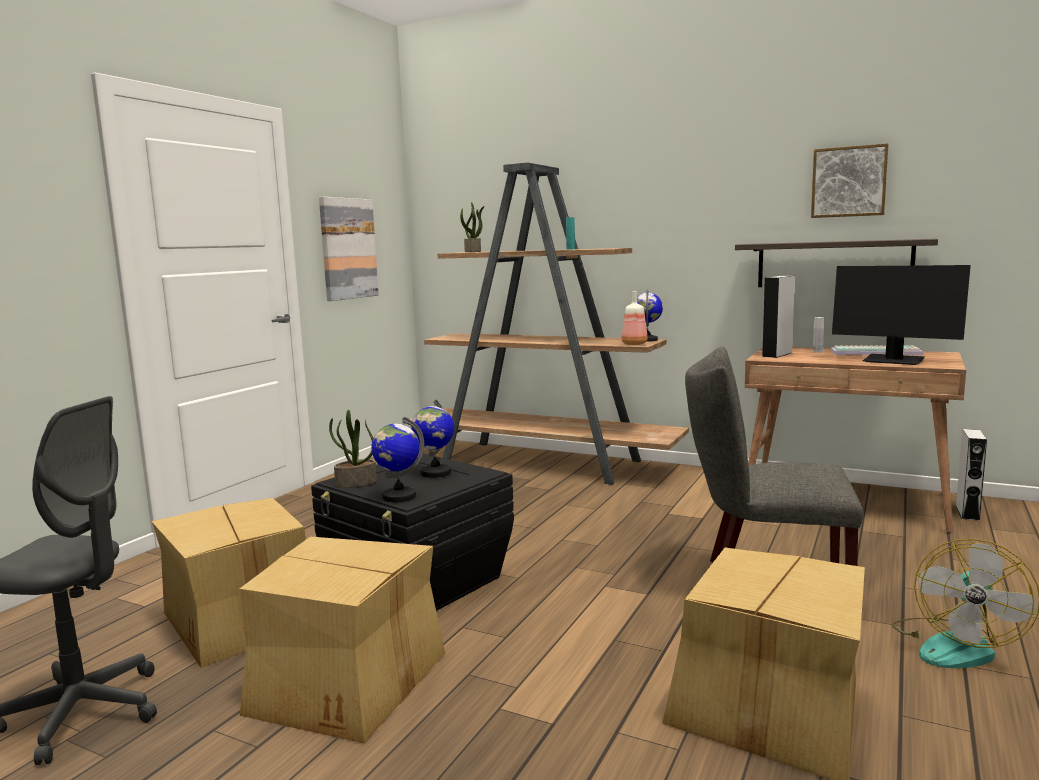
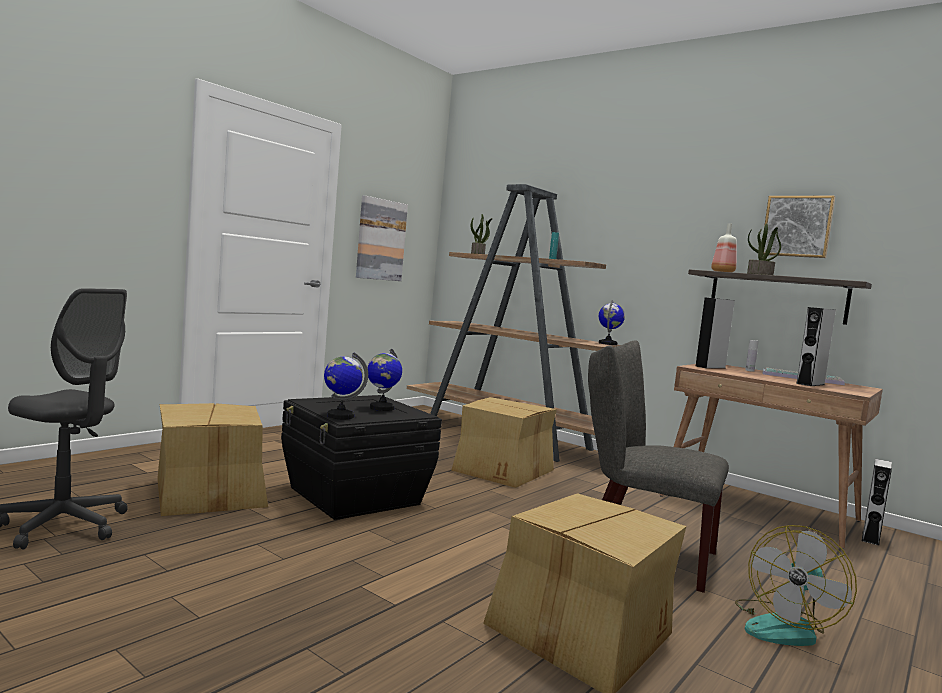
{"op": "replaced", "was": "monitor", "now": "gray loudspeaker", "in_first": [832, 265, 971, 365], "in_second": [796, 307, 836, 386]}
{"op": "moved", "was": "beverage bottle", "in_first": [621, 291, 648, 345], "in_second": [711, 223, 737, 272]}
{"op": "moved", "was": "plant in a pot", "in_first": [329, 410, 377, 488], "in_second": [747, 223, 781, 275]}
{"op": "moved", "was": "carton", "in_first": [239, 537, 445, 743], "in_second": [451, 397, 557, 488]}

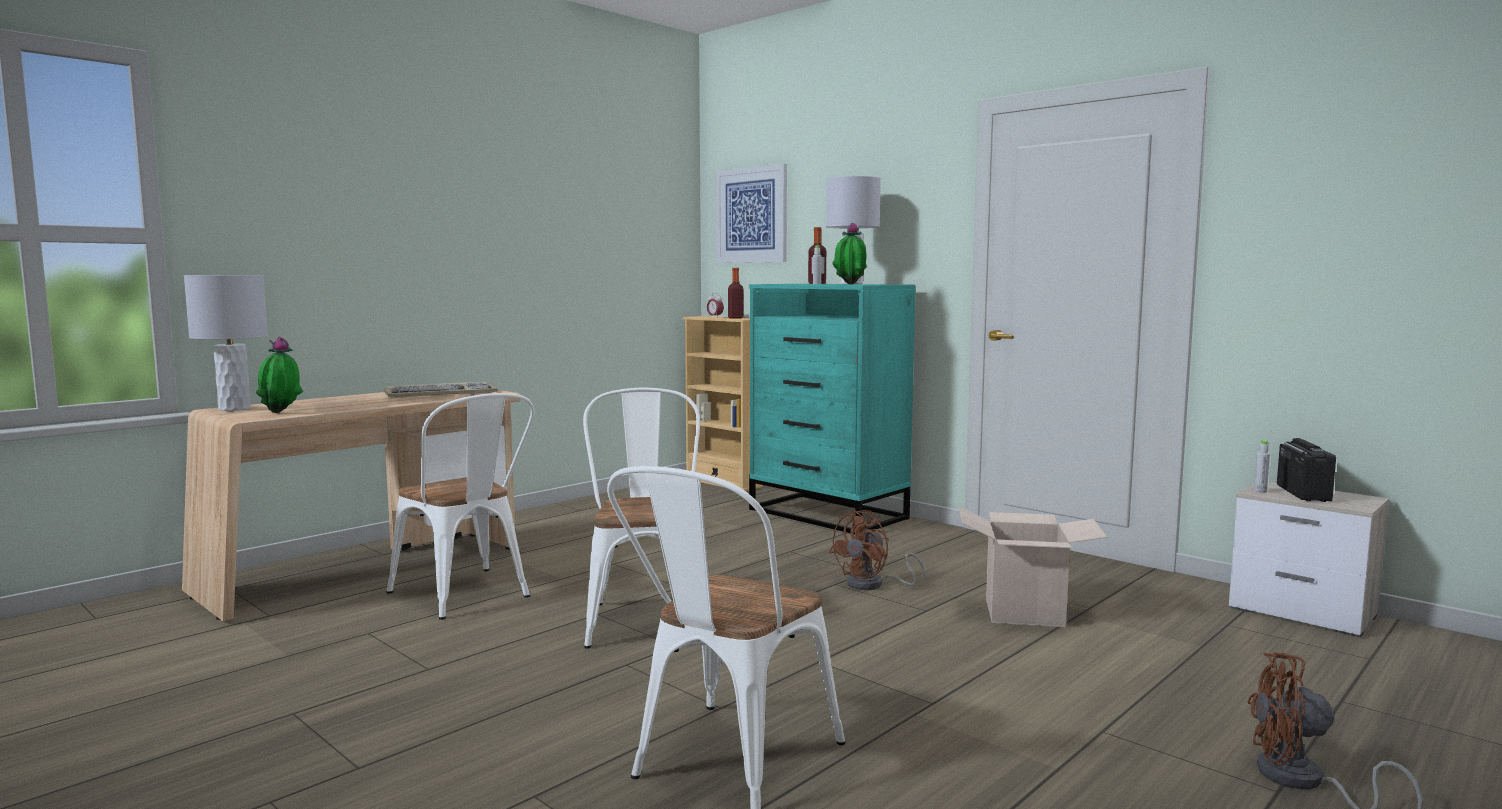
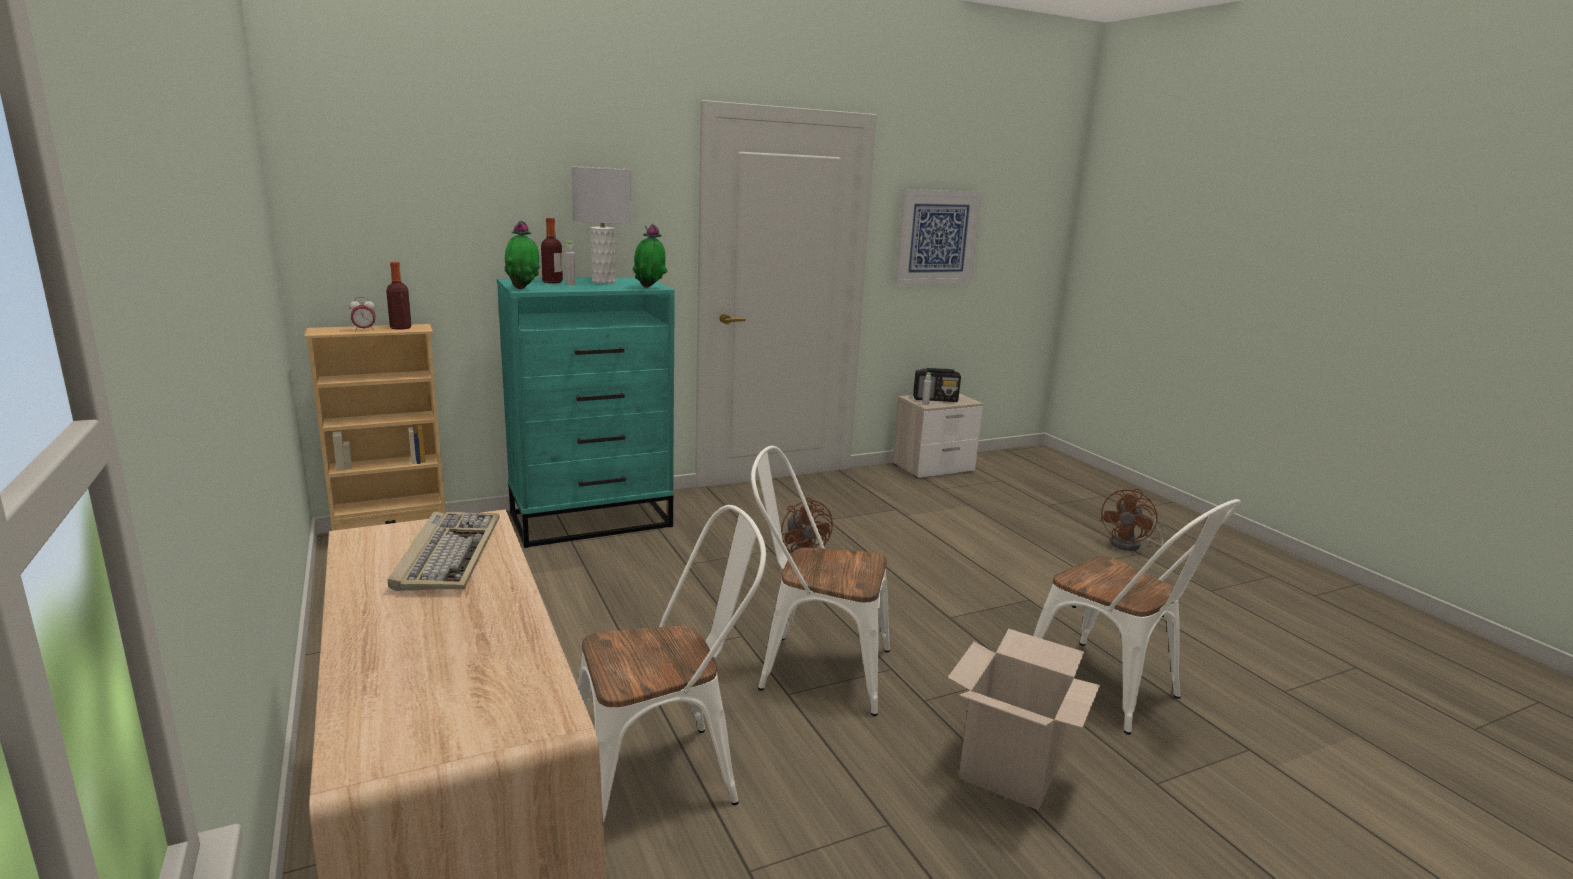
{"op": "moved", "was": "wall picture", "in_first": [716, 164, 787, 263], "in_second": [895, 189, 982, 285]}
{"op": "removed", "was": "gray tabletop lamp", "in_first": [184, 275, 268, 411]}
{"op": "moved", "was": "plant in a pot", "in_first": [256, 337, 303, 413], "in_second": [504, 221, 540, 289]}
{"op": "turned", "was": "radio set", "in_first": [1277, 438, 1336, 502], "in_second": [913, 368, 961, 402], "clockwise": 150}
{"op": "moved", "was": "carton", "in_first": [959, 506, 1107, 627], "in_second": [948, 629, 1100, 810]}

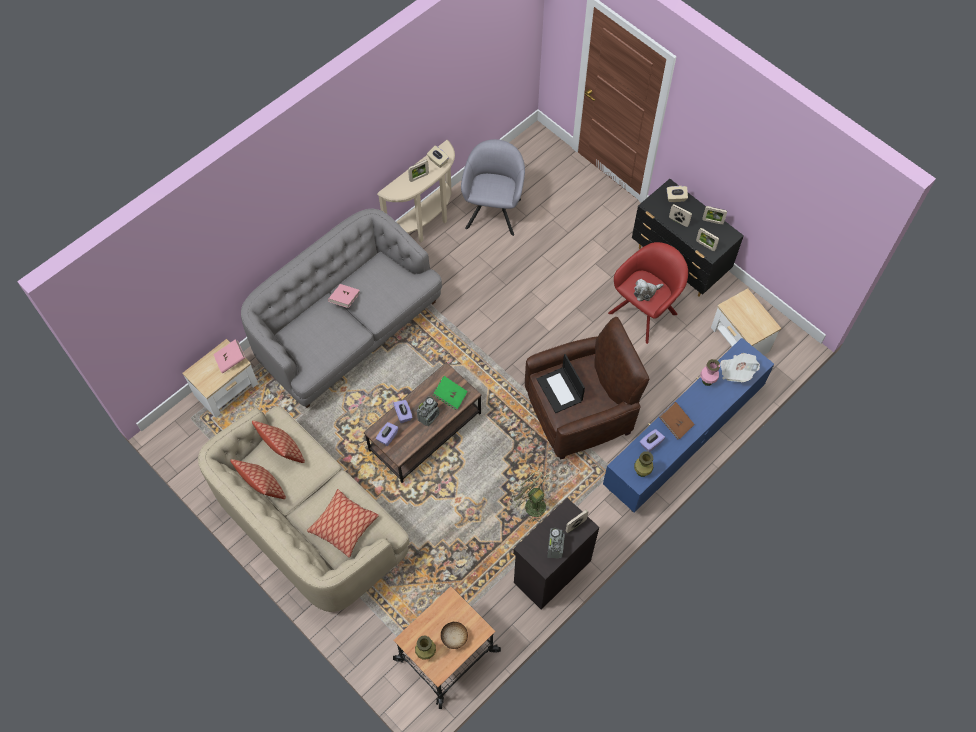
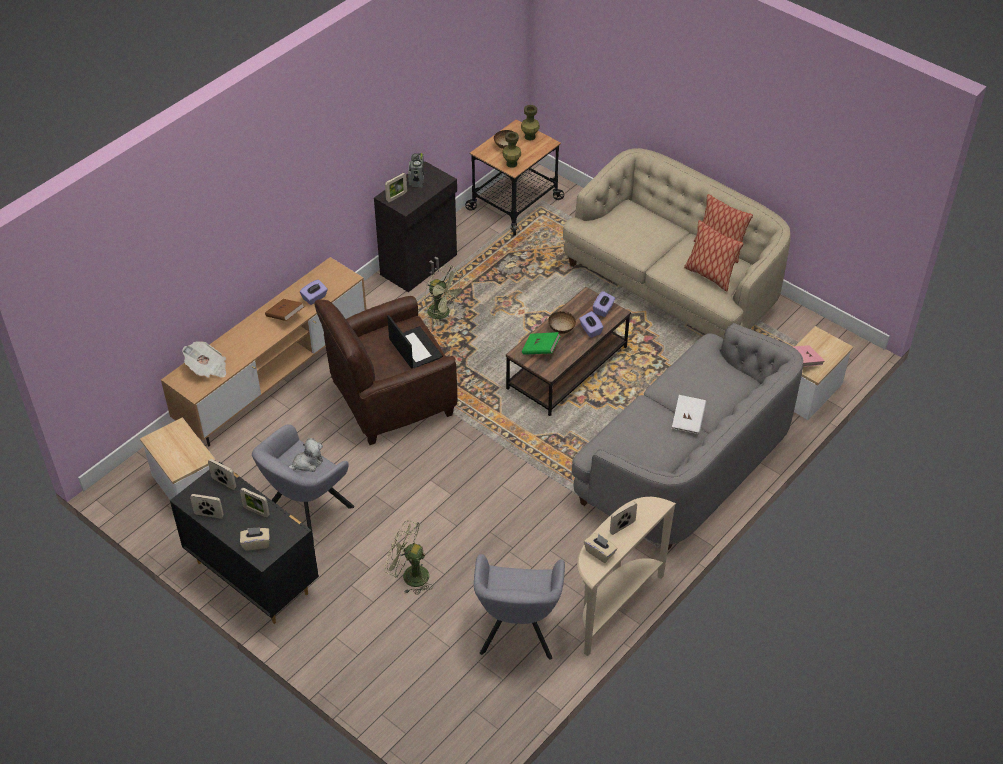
{"op": "recoloured", "was": "red-coloured easy chair", "now": "gray easy chair", "in_first": [608, 242, 688, 344], "in_second": [252, 424, 354, 543]}
{"op": "recoloured", "was": "pinkish bound book", "now": "whitish bound book", "in_first": [328, 284, 360, 308], "in_second": [672, 395, 706, 434]}
{"op": "recoloured", "was": "blue-coloured tv unit", "now": "brown tv unit", "in_first": [603, 338, 774, 513], "in_second": [161, 257, 367, 447]}
{"op": "removed", "was": "pinkish flower vase", "in_first": [700, 359, 720, 386]}
{"op": "replaced", "was": "radio set", "now": "serving bowl", "in_first": [417, 397, 439, 426], "in_second": [548, 311, 576, 334]}
{"op": "moved", "was": "greenish flower vase", "in_first": [634, 451, 653, 477], "in_second": [502, 132, 521, 168]}
{"op": "removed", "was": "cushion", "in_first": [307, 489, 379, 558]}
{"op": "added", "now": "greenish fan", "in_second": [385, 520, 433, 595]}

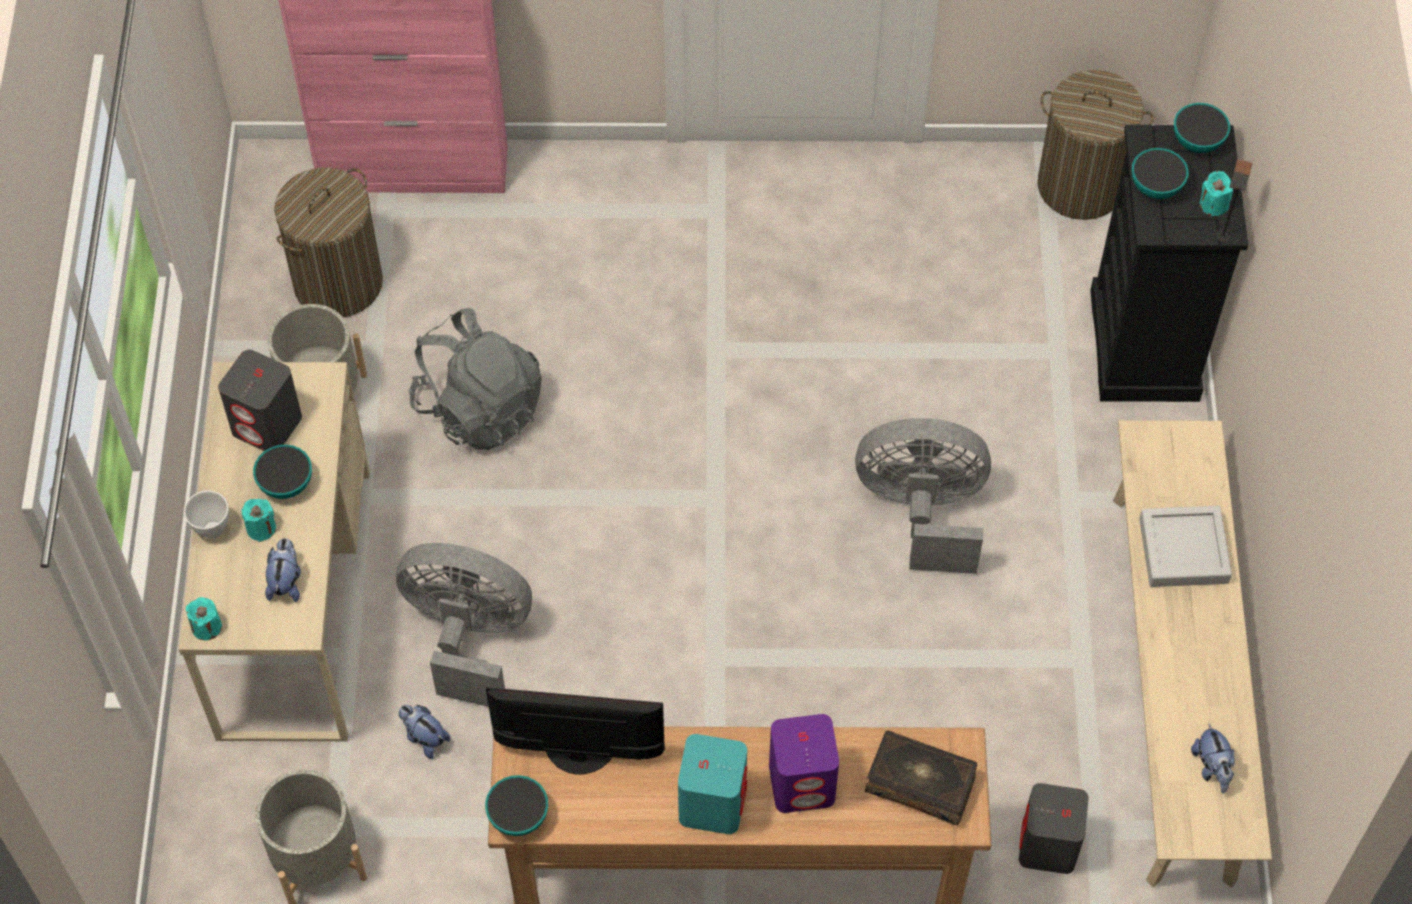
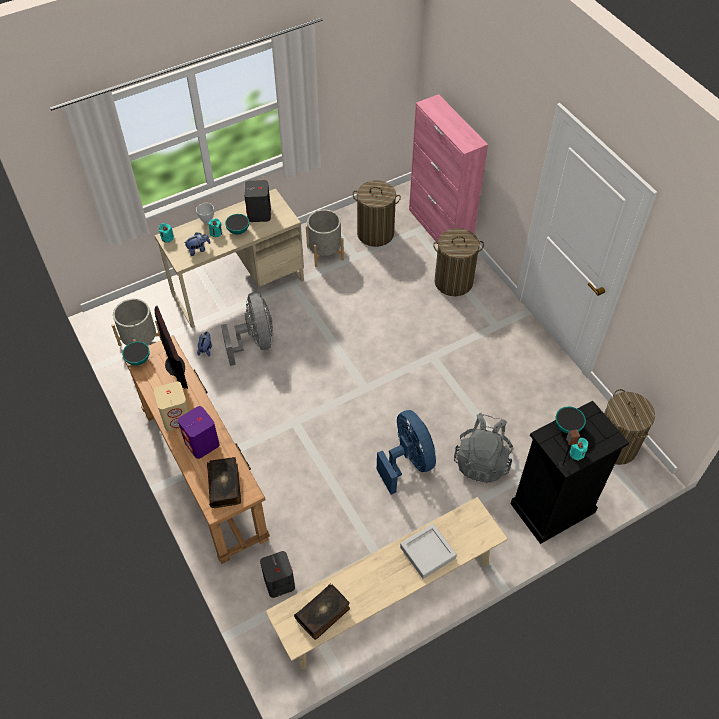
{"op": "removed", "was": "serving bowl", "in_first": [1174, 103, 1230, 153]}
{"op": "moved", "was": "gray rucksack", "in_first": [409, 308, 542, 450], "in_second": [454, 413, 514, 483]}
{"op": "recoloured", "was": "gray fan", "now": "blue-coloured fan", "in_first": [855, 418, 991, 574], "in_second": [377, 410, 436, 495]}
{"op": "replaced", "was": "cuddly toy", "now": "bound book", "in_first": [1191, 723, 1235, 794], "in_second": [294, 584, 350, 640]}
{"op": "recoloured", "was": "turquoise-coloured loudspeaker", "now": "beige loudspeaker", "in_first": [678, 734, 747, 834], "in_second": [154, 381, 189, 431]}
{"op": "added", "now": "hamper", "in_second": [433, 228, 484, 296]}

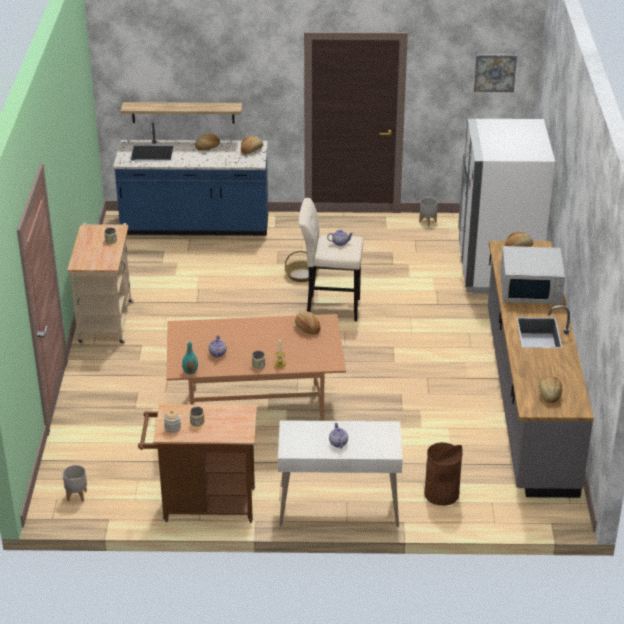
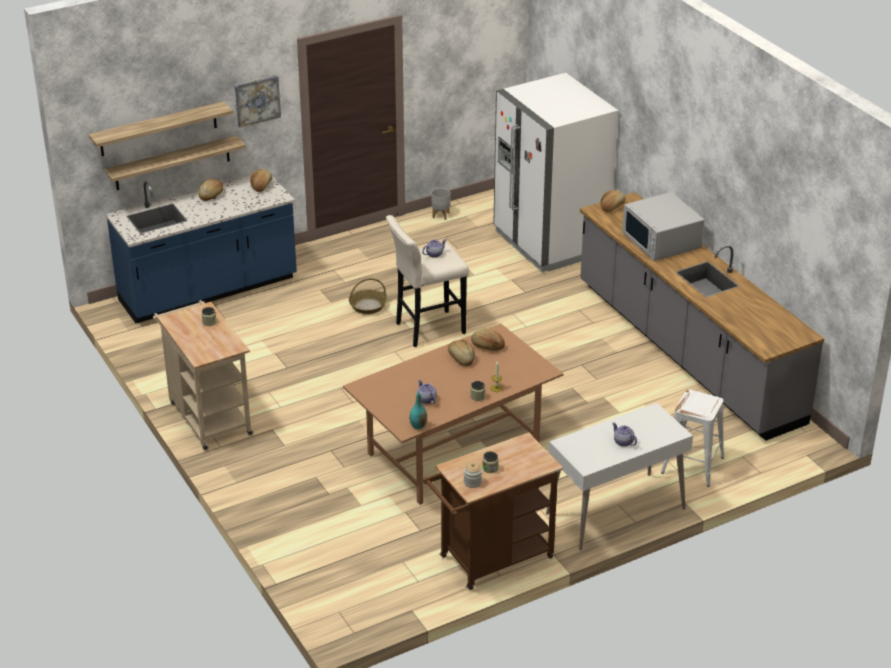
{"op": "moved", "was": "wall picture", "in_first": [474, 54, 517, 92], "in_second": [235, 75, 281, 128]}
{"op": "turned", "was": "whitish microwave oven", "in_first": [500, 246, 565, 304], "in_second": [622, 192, 704, 261], "clockwise": 90}
{"op": "moved", "was": "baked bread", "in_first": [539, 376, 562, 403], "in_second": [448, 340, 475, 366]}
{"op": "replaced", "was": "brown rubbish bin", "now": "whitish stool seat", "in_first": [424, 442, 463, 506], "in_second": [661, 390, 724, 487]}
{"op": "removed", "was": "gray flower pot", "in_first": [63, 465, 87, 502]}
{"op": "added", "now": "wall shelf", "in_second": [89, 101, 233, 156]}

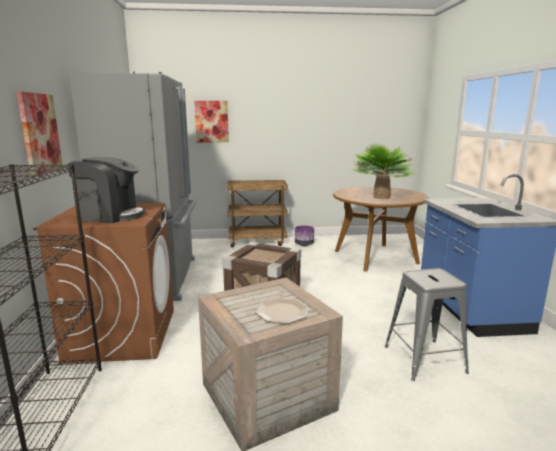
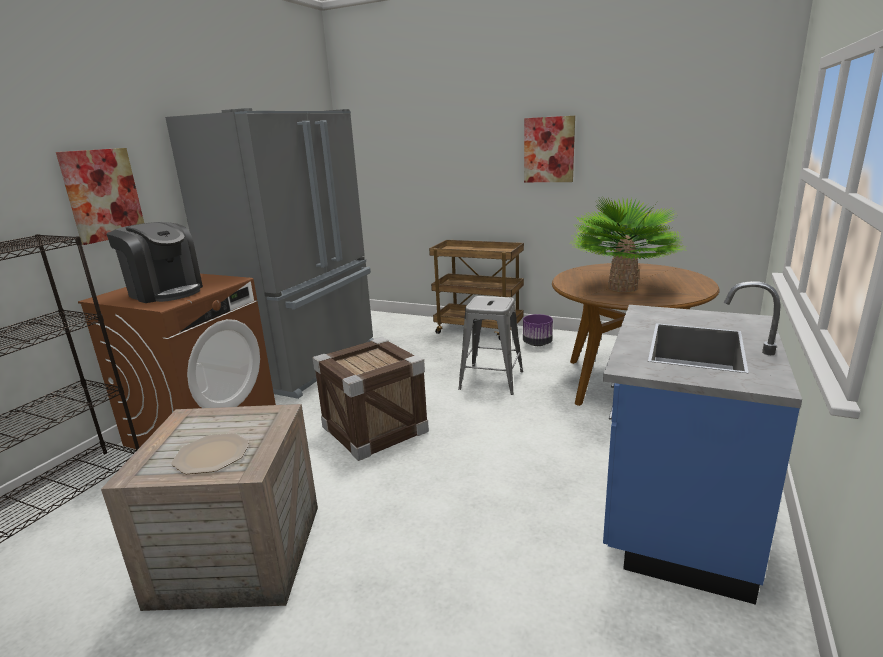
{"op": "moved", "was": "wall picture", "in_first": [194, 101, 229, 143], "in_second": [524, 116, 575, 182]}
{"op": "moved", "was": "gray stool seat", "in_first": [385, 268, 469, 381], "in_second": [458, 296, 523, 395]}

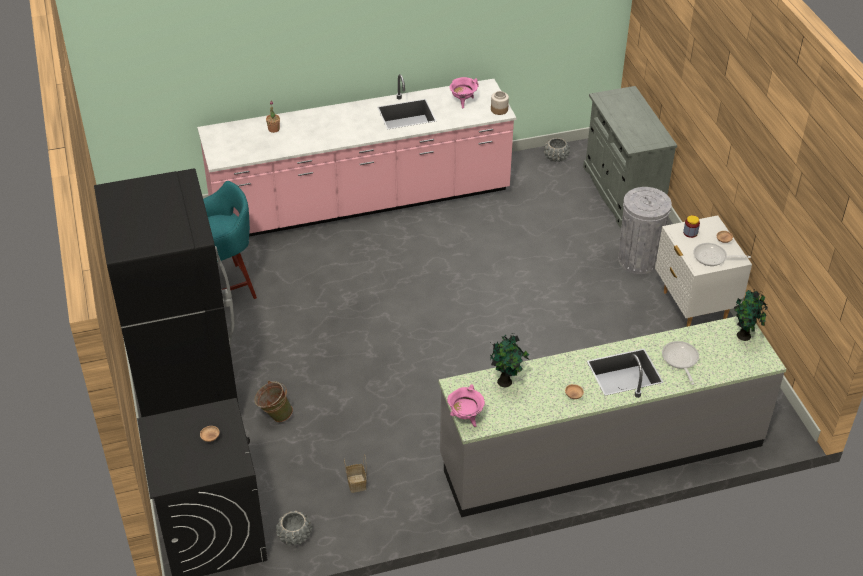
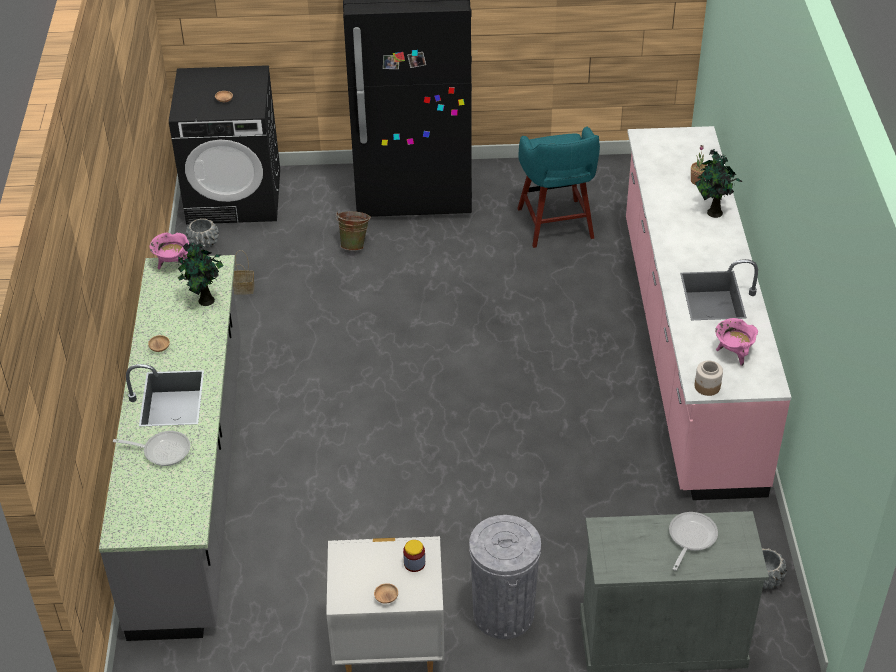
{"op": "moved", "was": "skillet", "in_first": [693, 243, 751, 266], "in_second": [669, 512, 718, 571]}
{"op": "moved", "was": "plant in a pot", "in_first": [734, 290, 768, 341], "in_second": [695, 149, 742, 218]}

